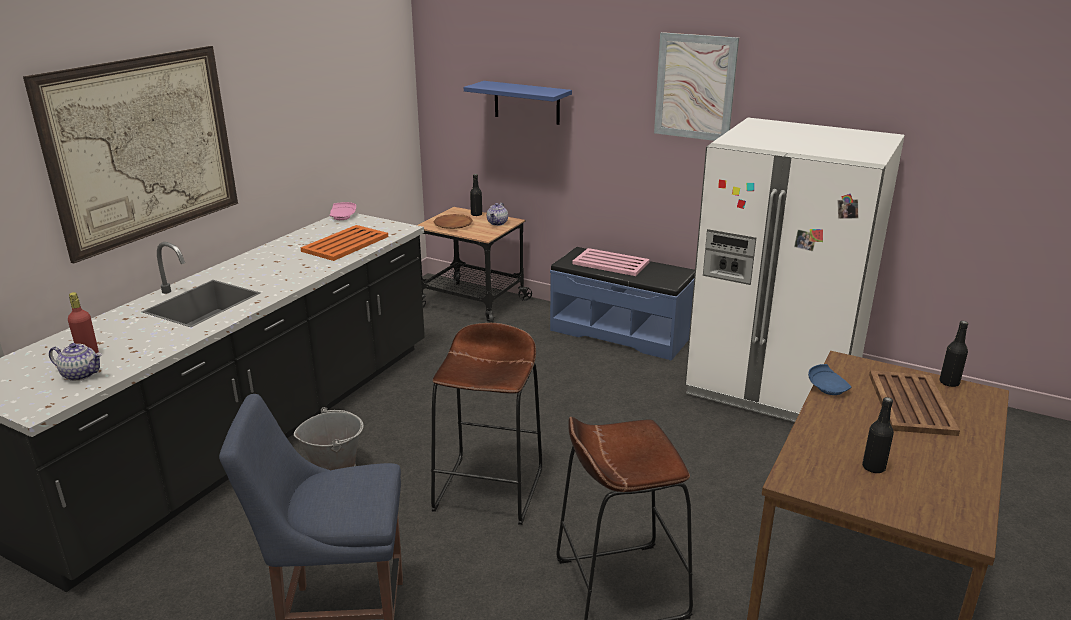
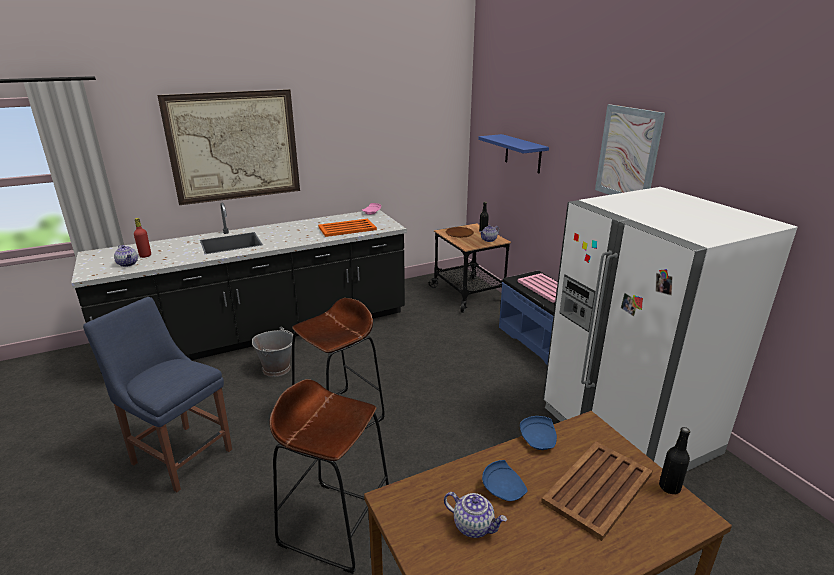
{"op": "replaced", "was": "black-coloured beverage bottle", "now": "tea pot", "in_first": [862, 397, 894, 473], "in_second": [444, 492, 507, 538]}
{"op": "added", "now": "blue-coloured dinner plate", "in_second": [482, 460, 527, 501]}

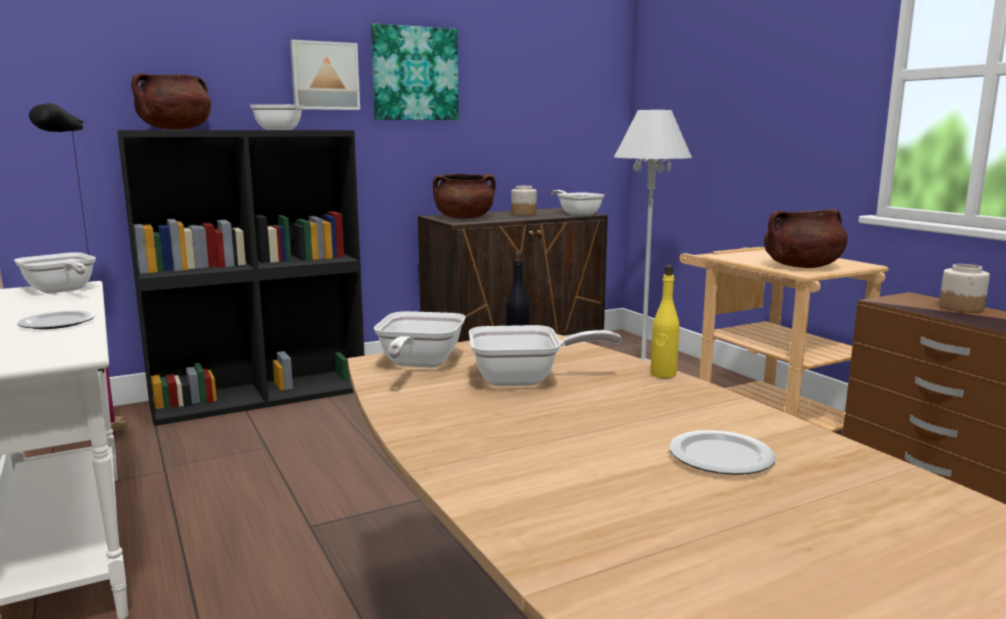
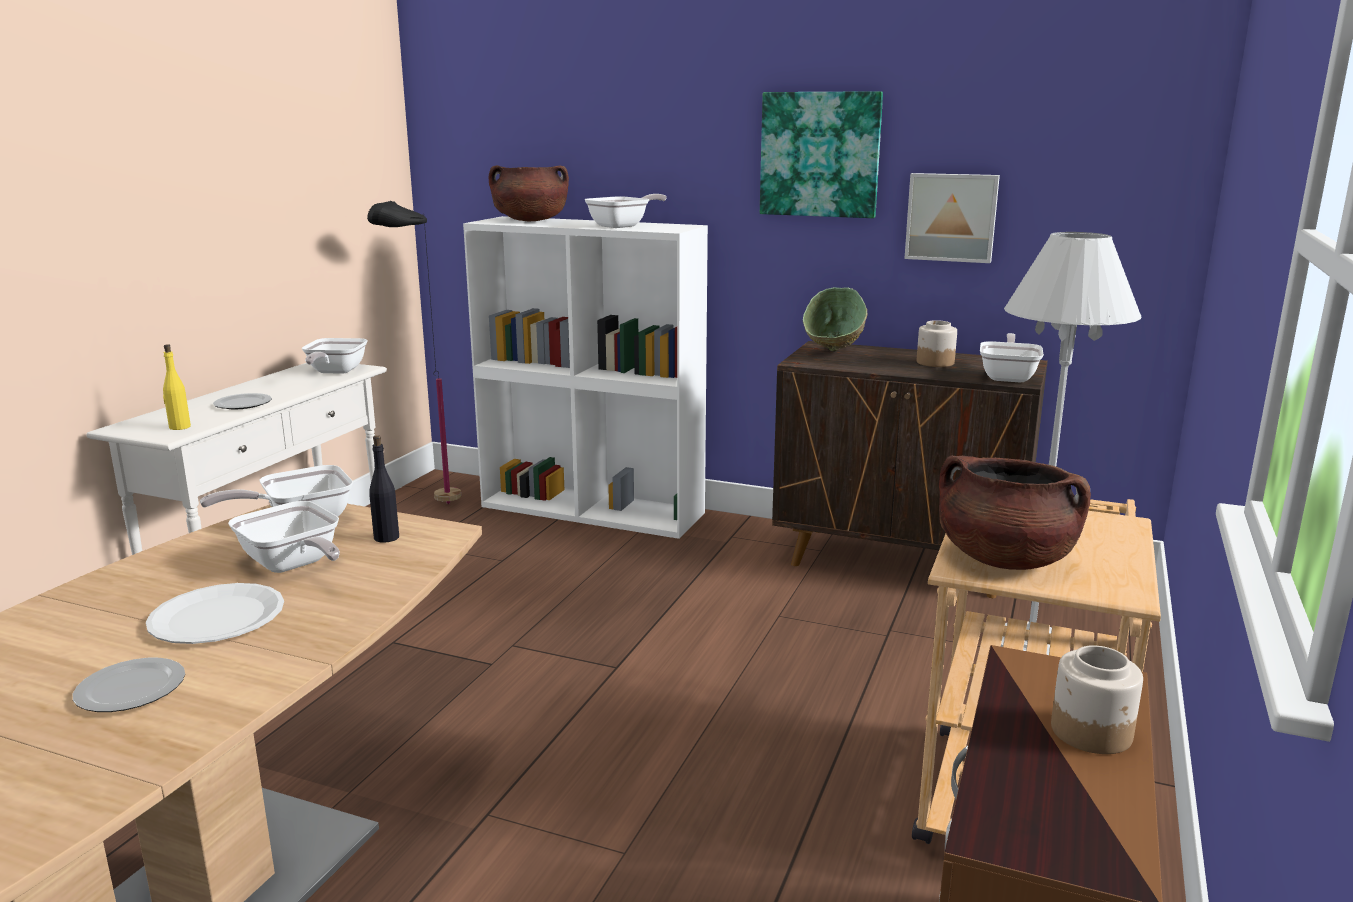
{"op": "moved", "was": "wall picture", "in_first": [290, 40, 360, 110], "in_second": [904, 173, 1000, 263]}
{"op": "recoloured", "was": "black-coloured shelving unit", "now": "whitish shelving unit", "in_first": [117, 130, 364, 426], "in_second": [463, 216, 708, 539]}
{"op": "replaced", "was": "brown cooking pot", "now": "greenish serving bowl", "in_first": [433, 174, 496, 219], "in_second": [803, 287, 868, 352]}
{"op": "moved", "was": "yellow beverage bottle", "in_first": [650, 265, 679, 378], "in_second": [163, 344, 191, 430]}
{"op": "added", "now": "whitish dinner plate", "in_second": [146, 583, 284, 644]}

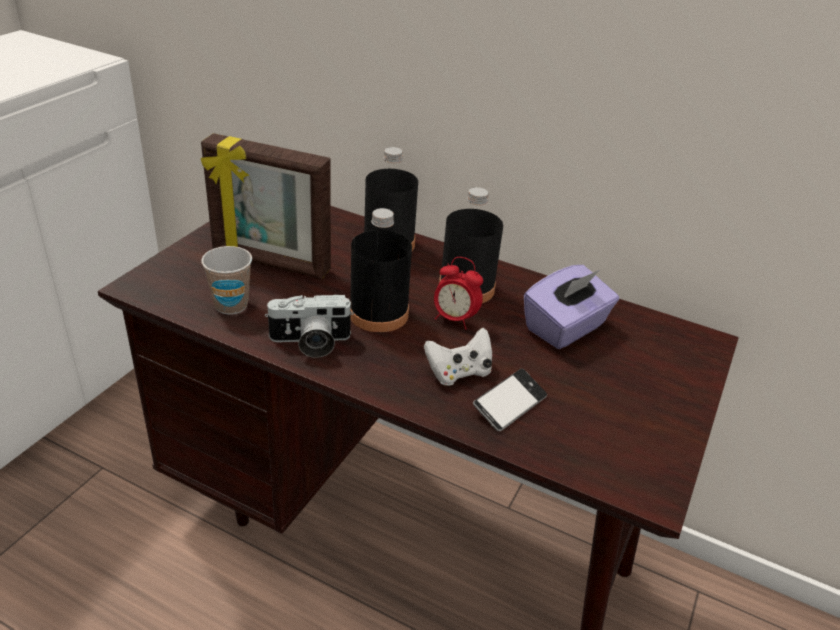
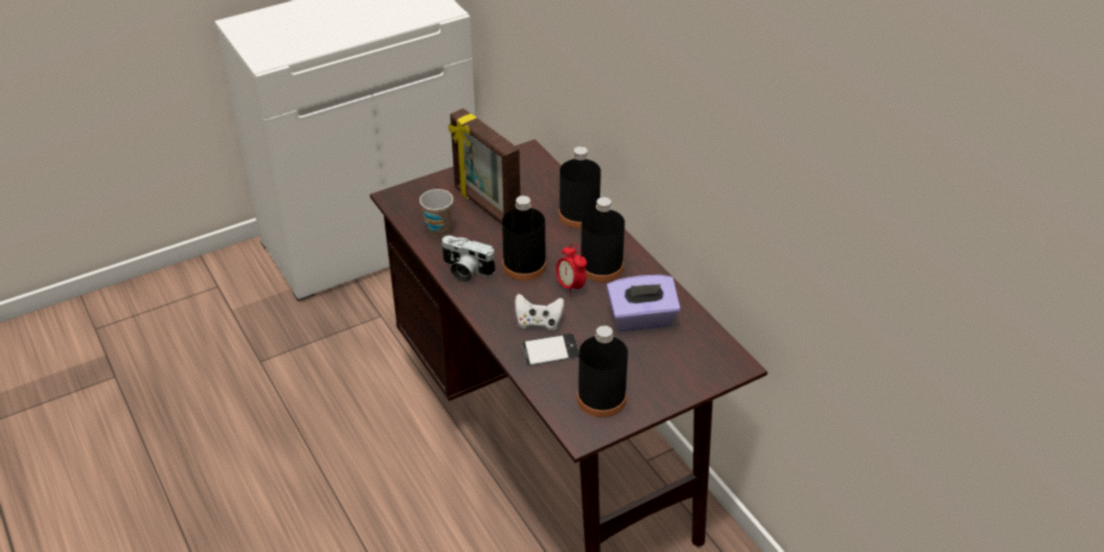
{"op": "added", "now": "black-coloured beverage bottle", "in_second": [577, 325, 628, 417]}

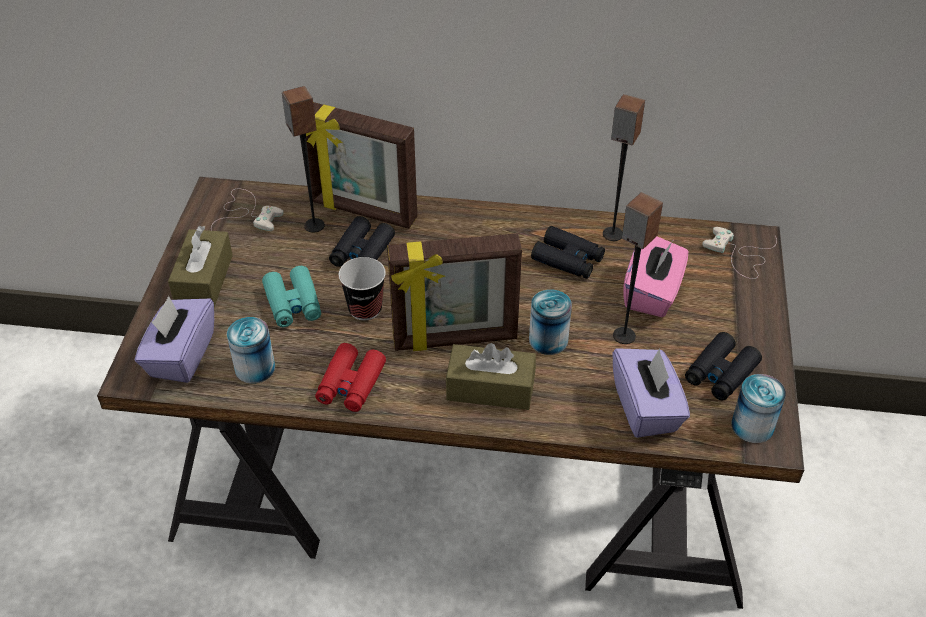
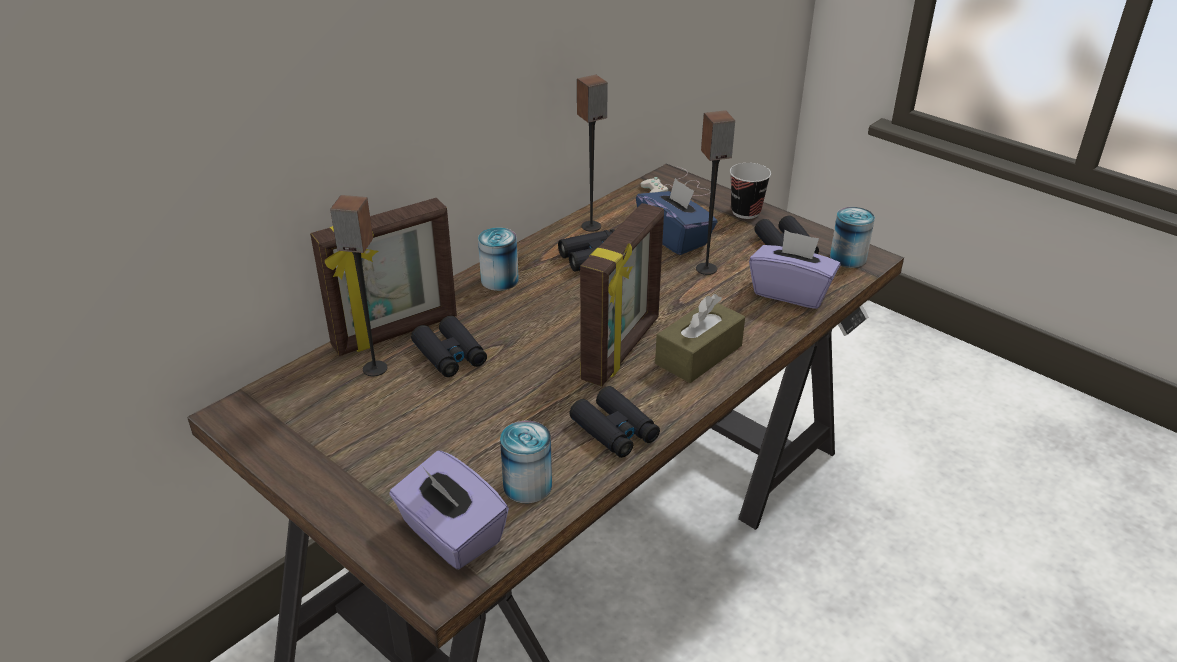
{"op": "removed", "was": "whitish gamepad", "in_first": [211, 188, 284, 231]}
{"op": "removed", "was": "brown tissue box", "in_first": [168, 226, 233, 307]}
{"op": "recoloured", "was": "pinkish tissue box", "now": "blue-coloured tissue box", "in_first": [623, 236, 688, 317], "in_second": [636, 178, 718, 255]}
{"op": "moved", "was": "cup", "in_first": [339, 257, 386, 321], "in_second": [730, 163, 771, 219]}
{"op": "removed", "was": "turquoise-coloured pair of binoculars", "in_first": [262, 266, 321, 327]}
{"op": "moved", "was": "sealed can", "in_first": [529, 289, 572, 355], "in_second": [478, 227, 519, 291]}
{"op": "recoloured", "was": "red-coloured pair of binoculars", "now": "black-coloured pair of binoculars", "in_first": [315, 343, 386, 412], "in_second": [569, 386, 660, 458]}

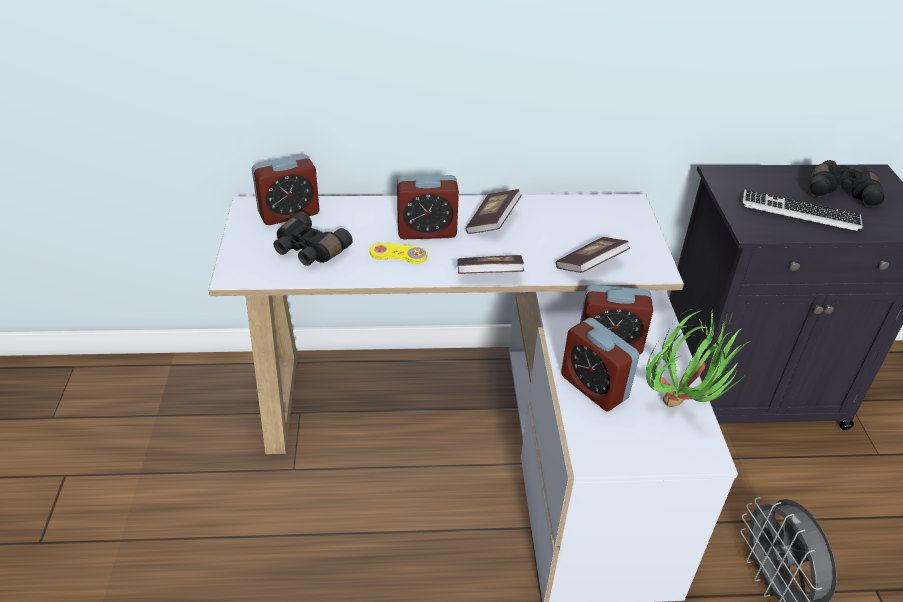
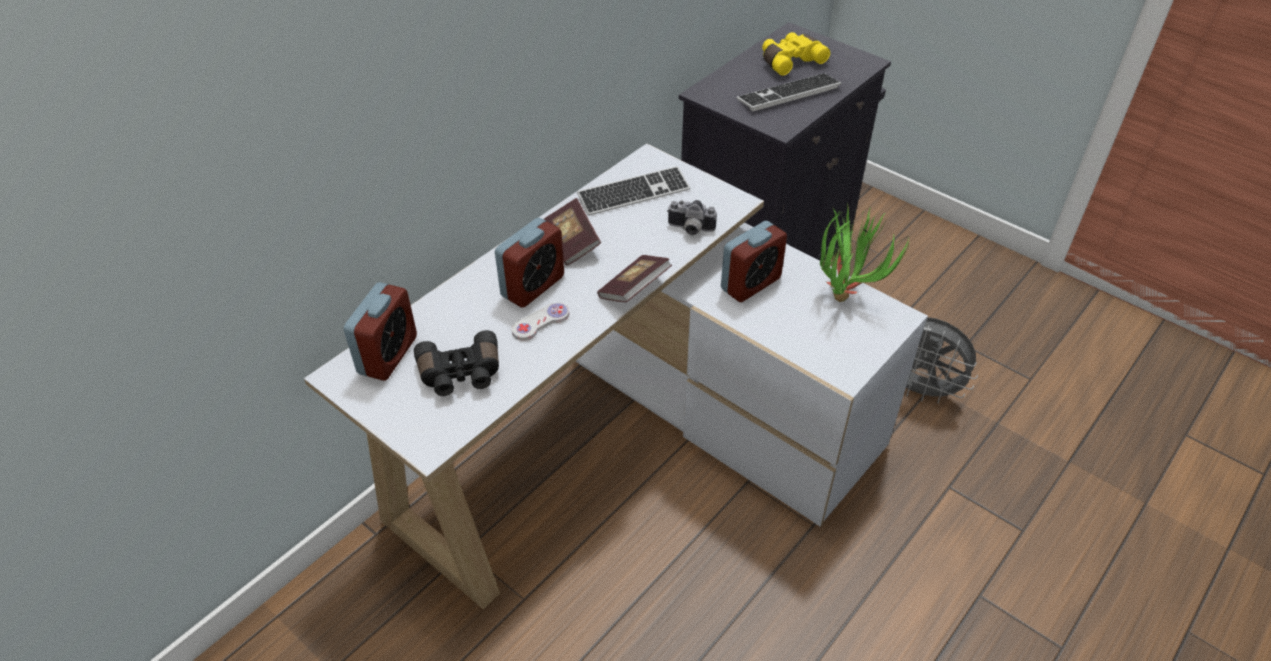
{"op": "recoloured", "was": "black-coloured pair of binoculars", "now": "yellow pair of binoculars", "in_first": [809, 160, 884, 207], "in_second": [762, 32, 830, 76]}
{"op": "replaced", "was": "bound book", "now": "still camera", "in_first": [556, 237, 630, 273], "in_second": [667, 200, 717, 235]}
{"op": "recoloured", "was": "yellow gamepad", "now": "whitish gamepad", "in_first": [370, 243, 427, 263], "in_second": [512, 303, 569, 341]}
{"op": "removed", "was": "bedside clock", "in_first": [561, 318, 639, 412]}
{"op": "added", "now": "PC keyboard", "in_second": [577, 166, 690, 216]}

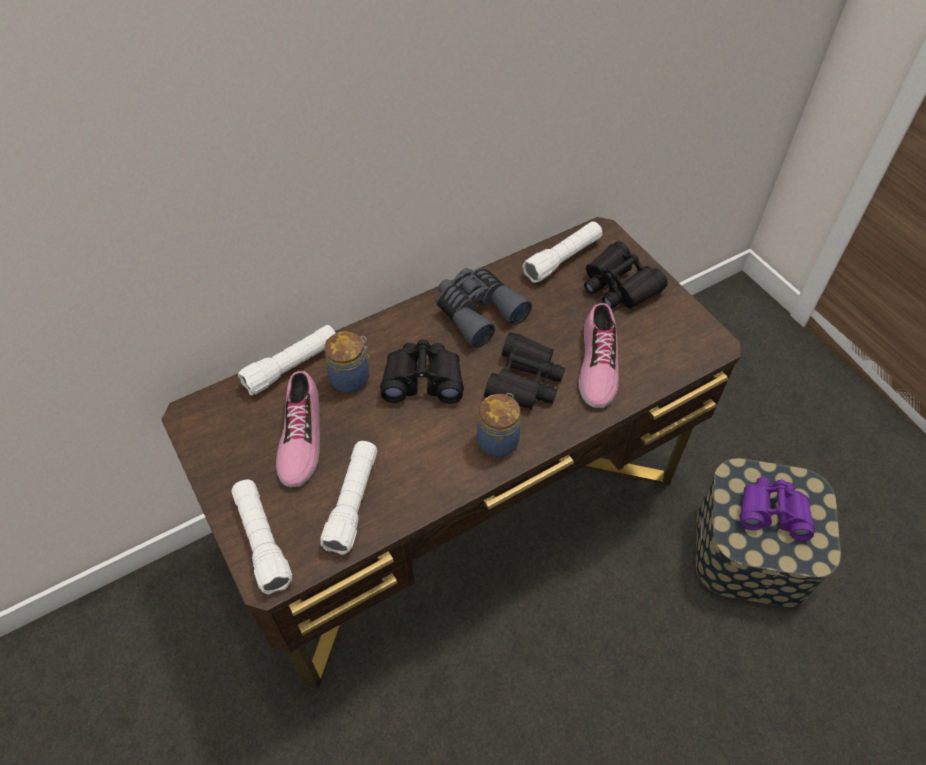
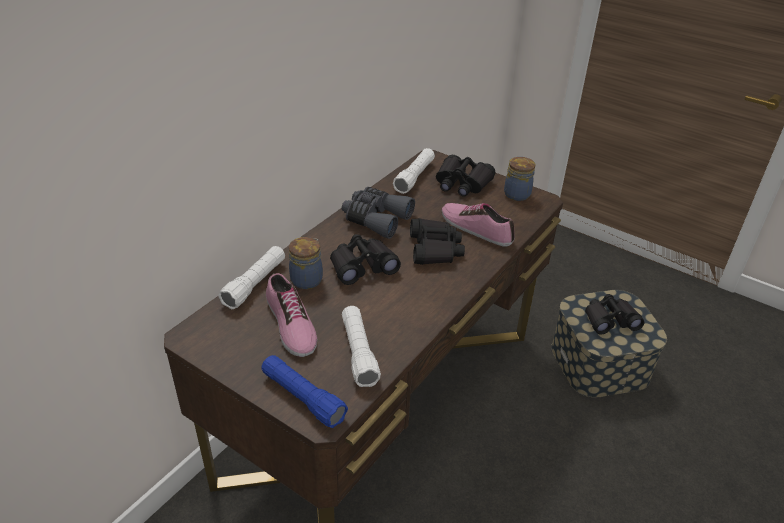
{"op": "turned", "was": "shoe", "in_first": [579, 302, 619, 408], "in_second": [441, 203, 515, 246], "clockwise": 150}
{"op": "moved", "was": "jar", "in_first": [477, 393, 520, 457], "in_second": [504, 157, 535, 201]}
{"op": "recoloured", "was": "purple-coloured pair of binoculars", "now": "black-coloured pair of binoculars", "in_first": [739, 477, 815, 541], "in_second": [585, 294, 644, 334]}
{"op": "recoloured", "was": "whitish flashlight", "now": "blue-coloured flashlight", "in_first": [231, 480, 292, 595], "in_second": [261, 355, 348, 428]}

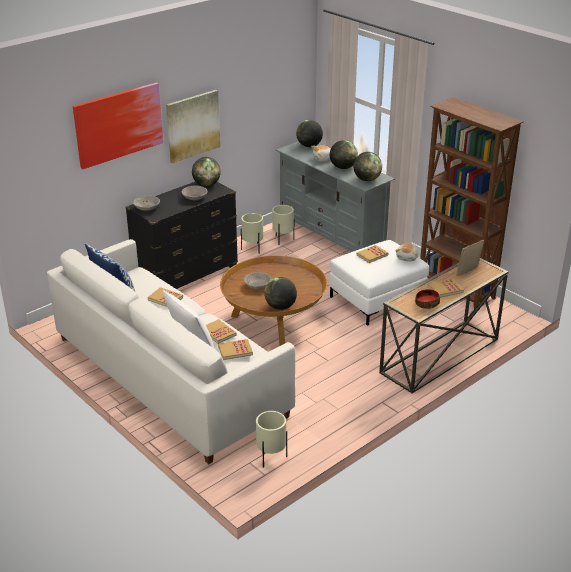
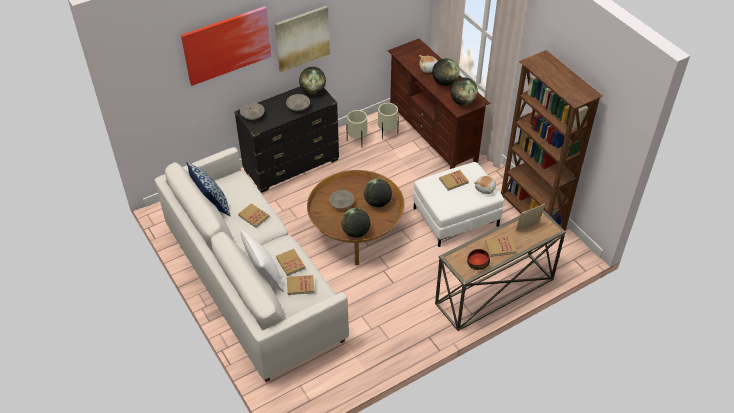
{"op": "moved", "was": "world globe", "in_first": [296, 120, 323, 147], "in_second": [364, 179, 392, 207]}
{"op": "recoloured", "was": "gray tv unit", "now": "brown tv unit", "in_first": [276, 141, 395, 252], "in_second": [388, 38, 490, 169]}
{"op": "removed", "was": "beige flower pot", "in_first": [256, 411, 287, 468]}

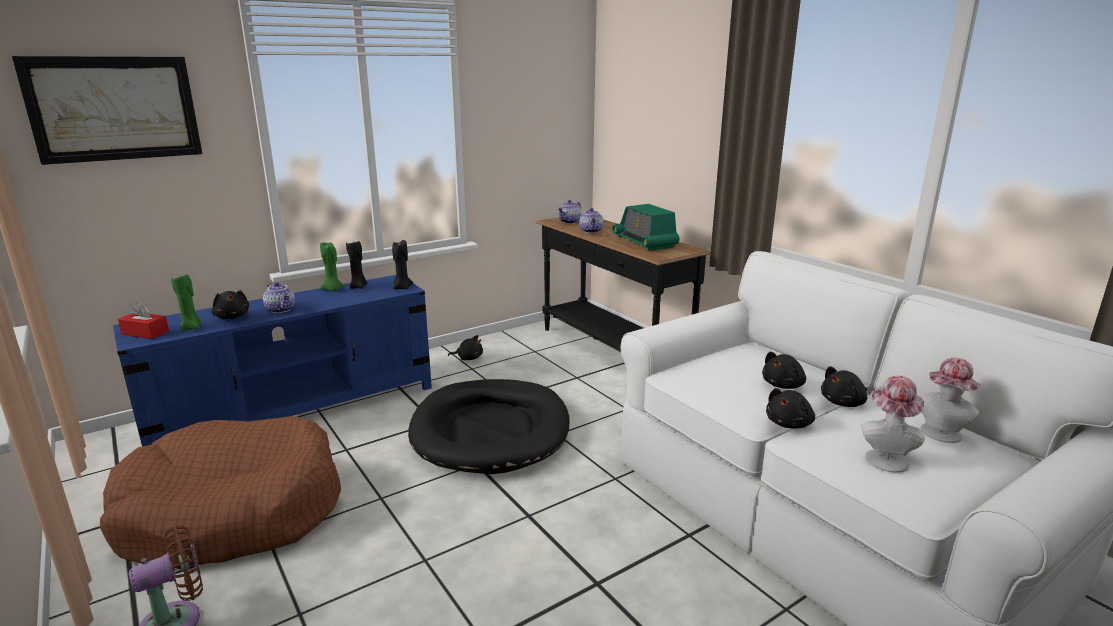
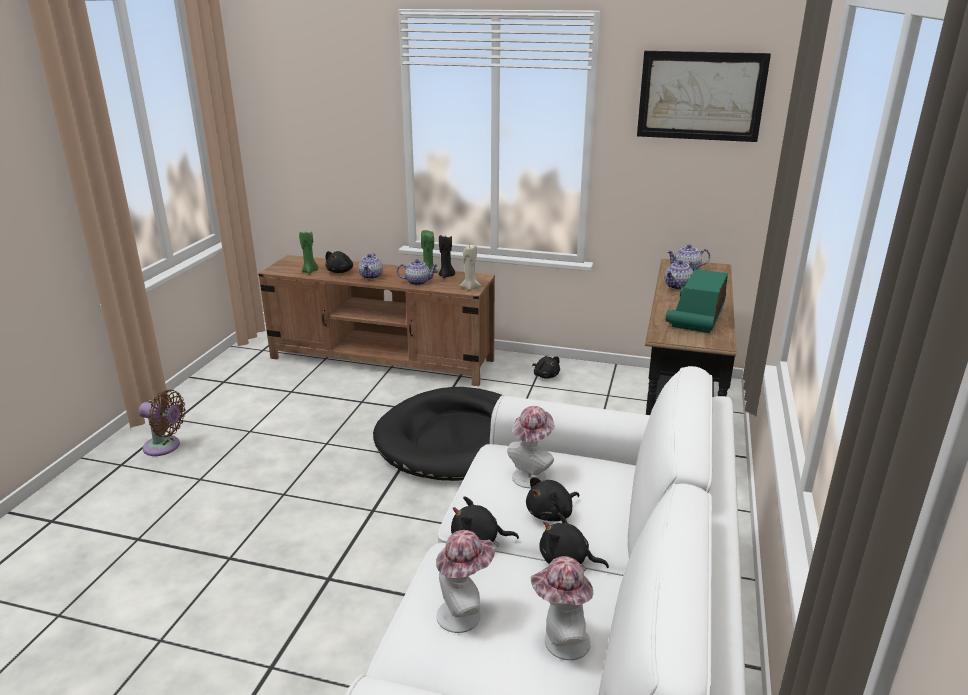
{"op": "moved", "was": "wall picture", "in_first": [12, 56, 202, 165], "in_second": [637, 51, 771, 142]}
{"op": "recoloured", "was": "black-coloured wax light", "now": "beige wax light", "in_first": [392, 240, 413, 290], "in_second": [459, 245, 481, 290]}
{"op": "recoloured", "was": "blue-coloured tv unit", "now": "brown tv unit", "in_first": [113, 275, 432, 446], "in_second": [258, 255, 495, 386]}
{"op": "removed", "was": "red-coloured tissue box", "in_first": [118, 302, 169, 339]}
{"op": "turned", "was": "black-coloured cuddly toy", "in_first": [762, 352, 806, 389], "in_second": [526, 477, 580, 521], "clockwise": -45}
{"op": "removed", "was": "brown pet bed", "in_first": [100, 416, 341, 569]}
{"op": "added", "now": "tea pot", "in_second": [397, 259, 438, 285]}
{"op": "added", "now": "clothing hat", "in_second": [507, 406, 555, 488]}

